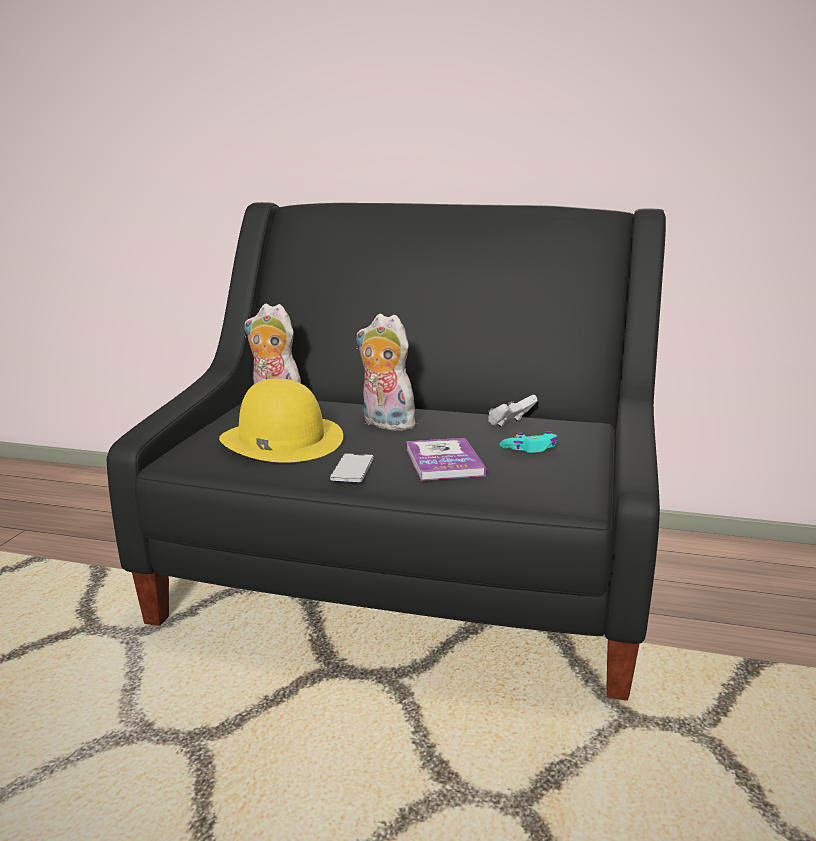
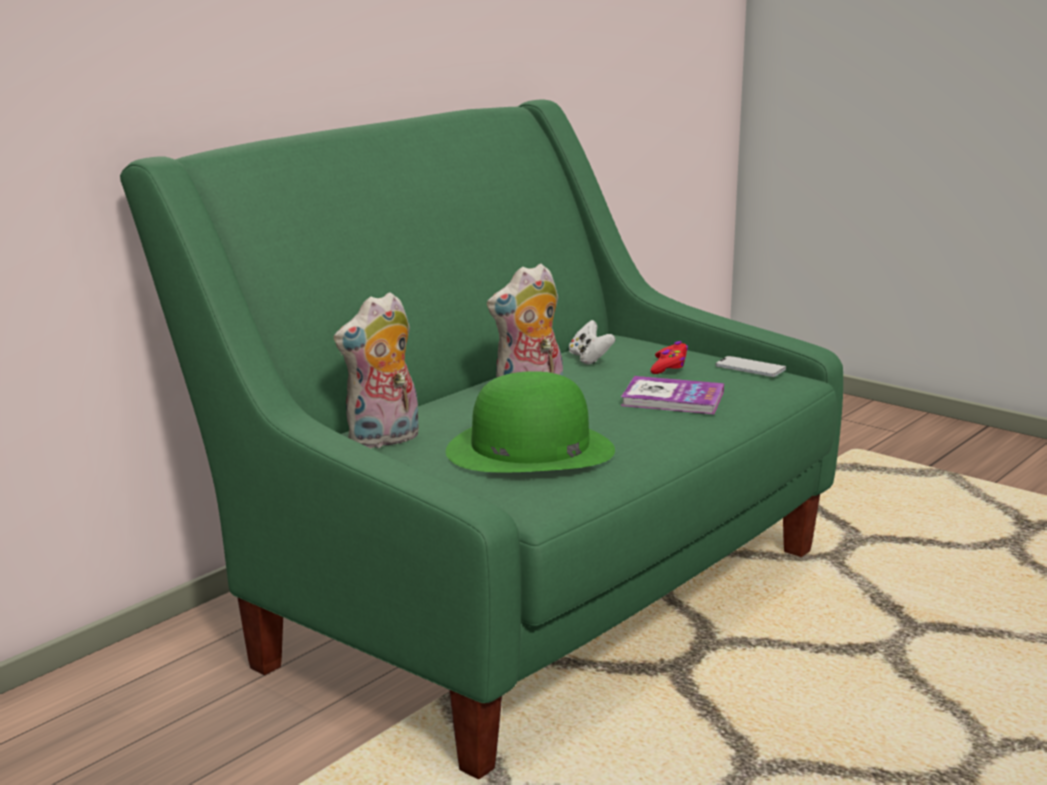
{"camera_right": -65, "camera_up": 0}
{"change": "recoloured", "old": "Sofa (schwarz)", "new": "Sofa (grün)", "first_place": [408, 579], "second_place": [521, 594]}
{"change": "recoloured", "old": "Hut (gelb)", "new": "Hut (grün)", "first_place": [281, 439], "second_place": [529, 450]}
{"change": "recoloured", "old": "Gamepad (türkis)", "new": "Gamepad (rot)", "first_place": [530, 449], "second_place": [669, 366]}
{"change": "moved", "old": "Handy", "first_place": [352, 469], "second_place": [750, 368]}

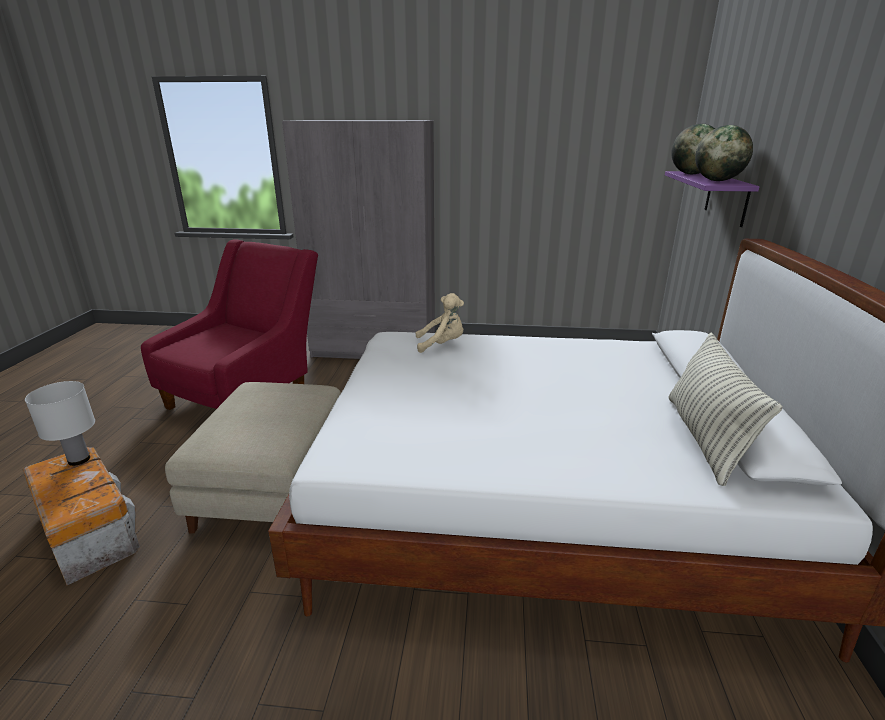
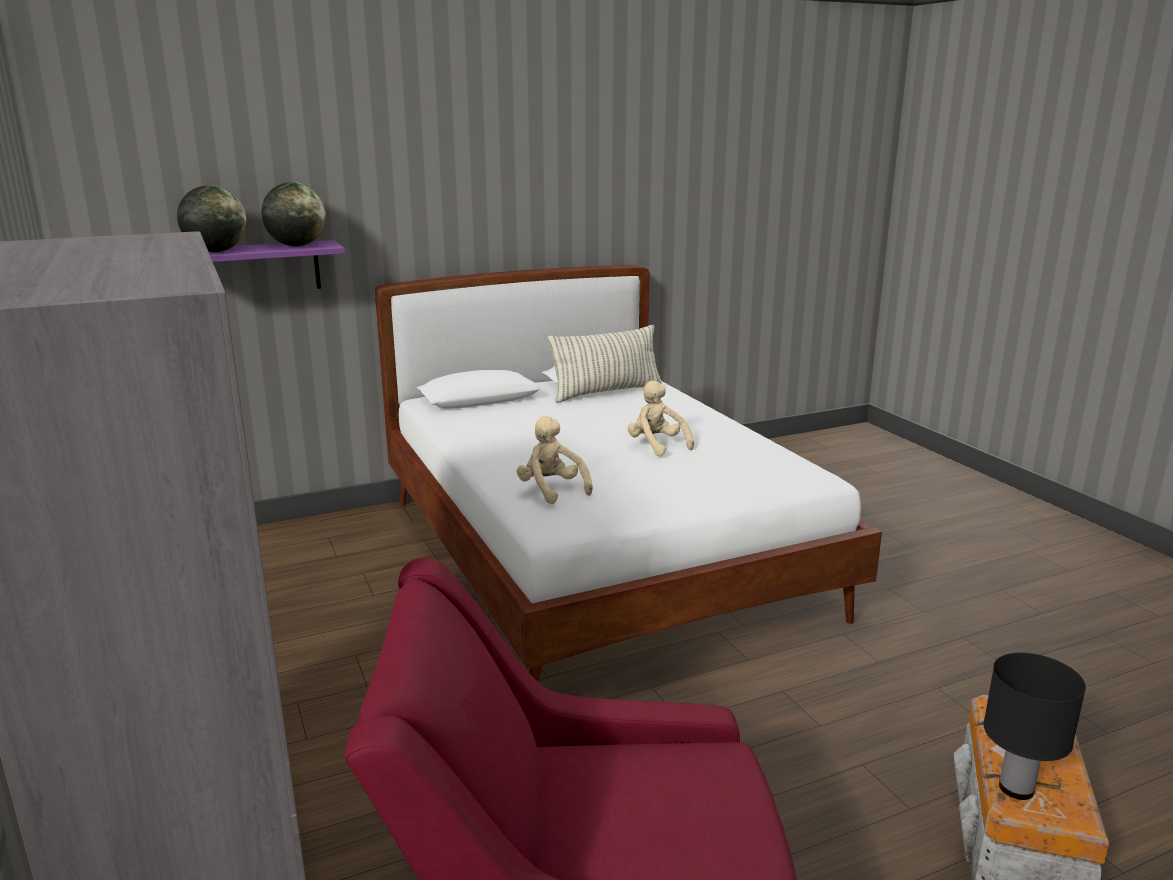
{"camera_right": -120, "camera_up": -5}
{"change": "recoloured", "old": "Tischlampe (weiß)", "new": "Tischlampe (schwarz)", "first_place": [79, 459], "second_place": [1016, 789]}
{"change": "removed", "old": "Polsterhocker (beige)", "first_place": [274, 489]}
{"change": "added", "new": "Plüschtier (beige)", "second_place": [657, 446]}

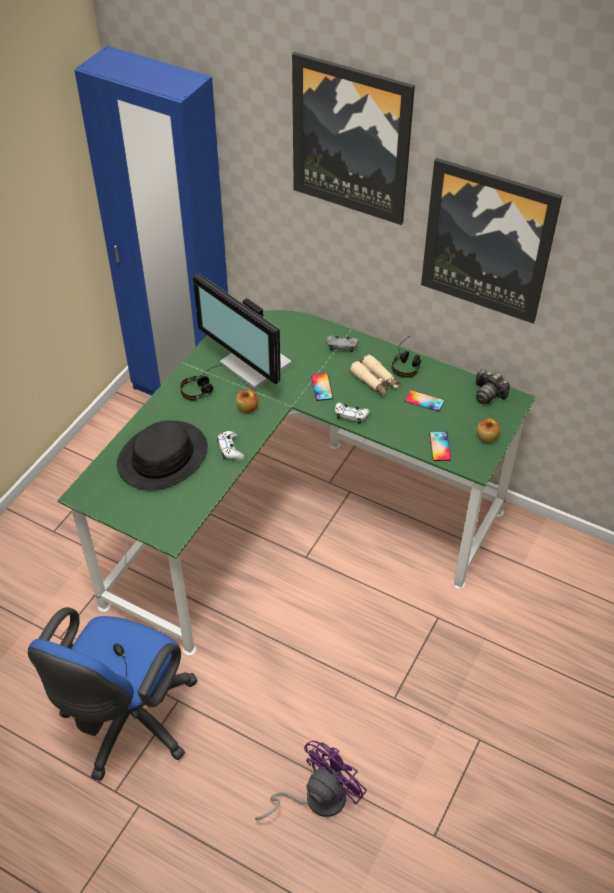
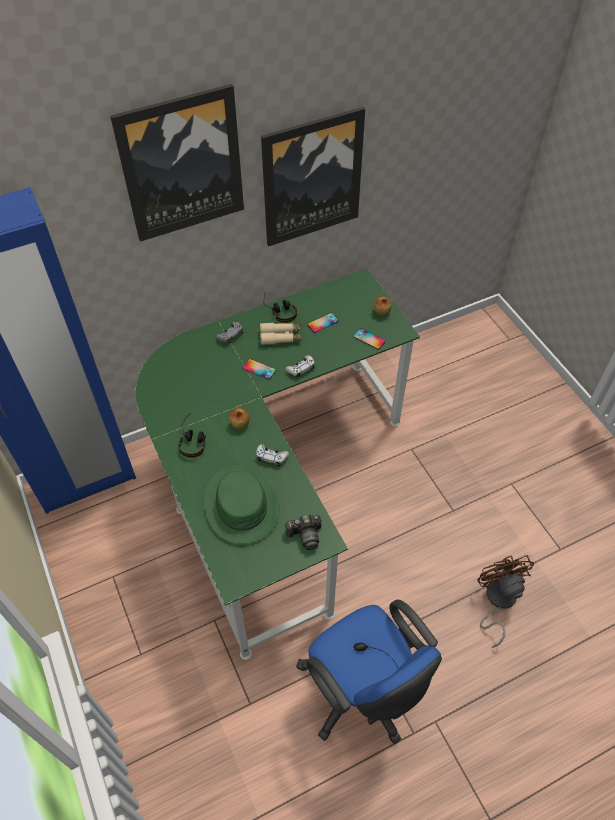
{"camera_right": -55, "camera_up": 5}
{"change": "removed", "old": "Monitor", "first_place": [254, 365]}
{"change": "moved", "old": "Kamera", "first_place": [488, 394], "second_place": [305, 535]}
{"change": "recoloured", "old": "Hut (schwarz)", "new": "Hut (grün)", "first_place": [163, 457], "second_place": [242, 504]}
{"change": "recoloured", "old": "Ventilator (lila)", "new": "Ventilator (braun)", "first_place": [316, 798], "second_place": [497, 601]}

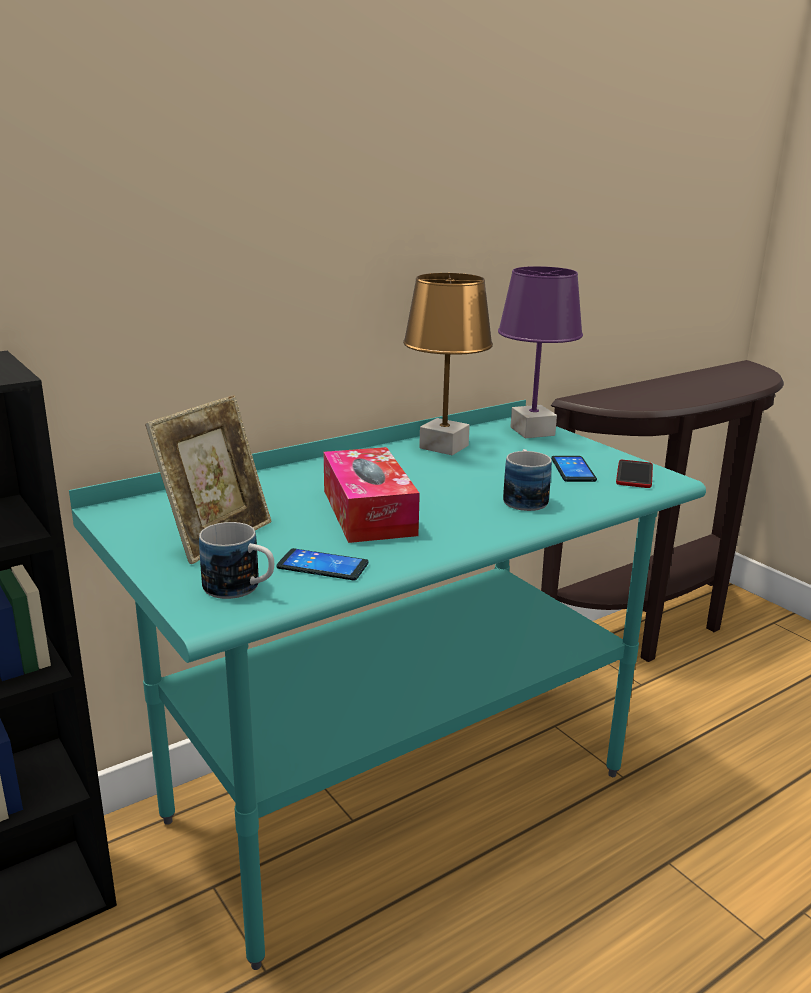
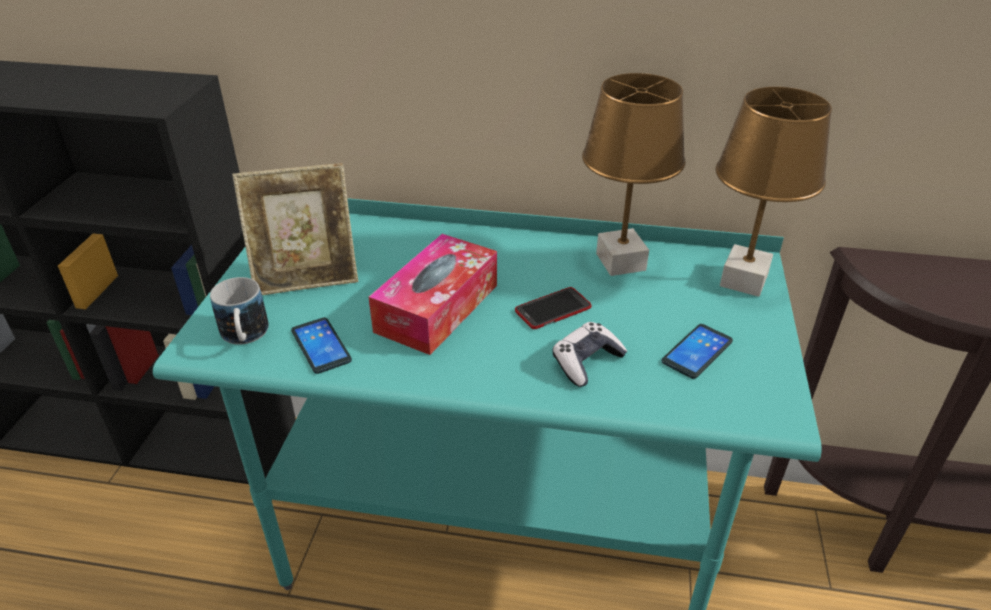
{"camera_right": 45, "camera_up": 15}
{"change": "recoloured", "old": "Tischlampe (lila)", "new": "Tischlampe (braun)", "first_place": [533, 431], "second_place": [744, 281]}
{"change": "replaced", "old": "Henkelbecher", "new": "Gamepad", "first_place": [524, 498], "second_place": [586, 362]}
{"change": "moved", "old": "Handy", "first_place": [634, 475], "second_place": [553, 309]}

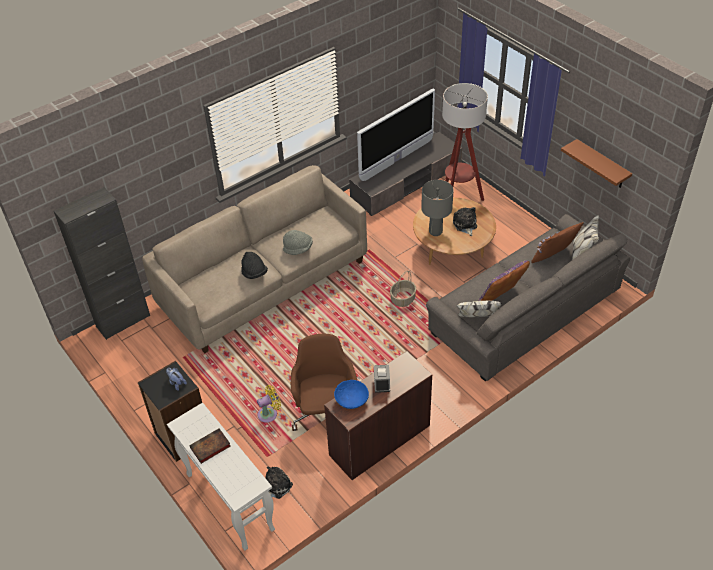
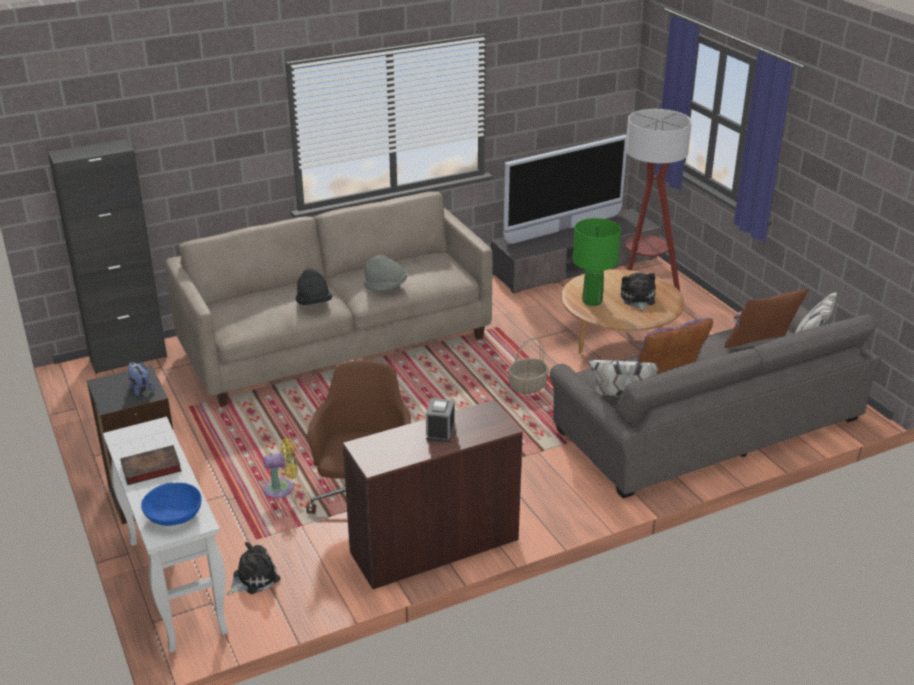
{"camera_right": 10, "camera_up": -15}
{"change": "removed", "old": "Wandregal (braun)", "first_place": [602, 165]}
{"change": "recoloured", "old": "Tischlampe (grau)", "new": "Tischlampe (grün)", "first_place": [435, 231], "second_place": [592, 301]}
{"change": "moved", "old": "Schüssel (blau)", "first_place": [351, 400], "second_place": [173, 515]}

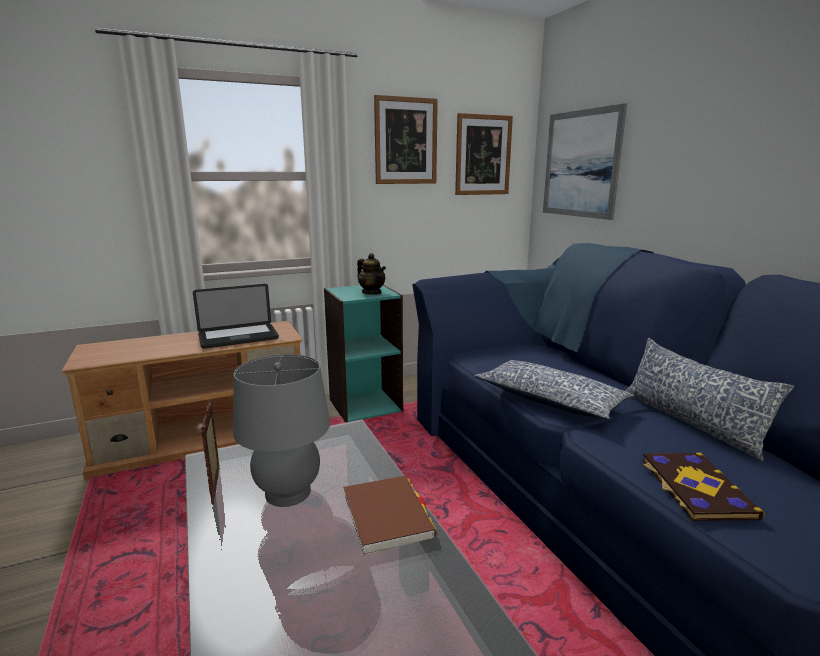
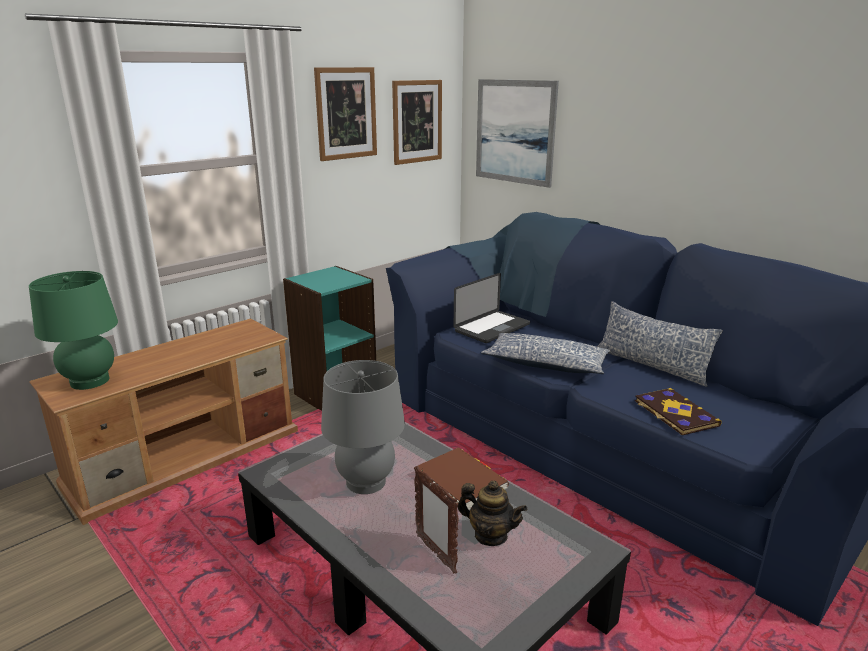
{"camera_right": -20, "camera_up": 5}
{"change": "moved", "old": "Teekanne", "first_place": [372, 293], "second_place": [490, 535]}
{"change": "moved", "old": "Laptop", "first_place": [238, 337], "second_place": [492, 328]}
{"change": "moved", "old": "Bilderrahmen", "first_place": [216, 486], "second_place": [435, 553]}
{"change": "added", "new": "Tischlampe (grün)", "second_place": [90, 381]}

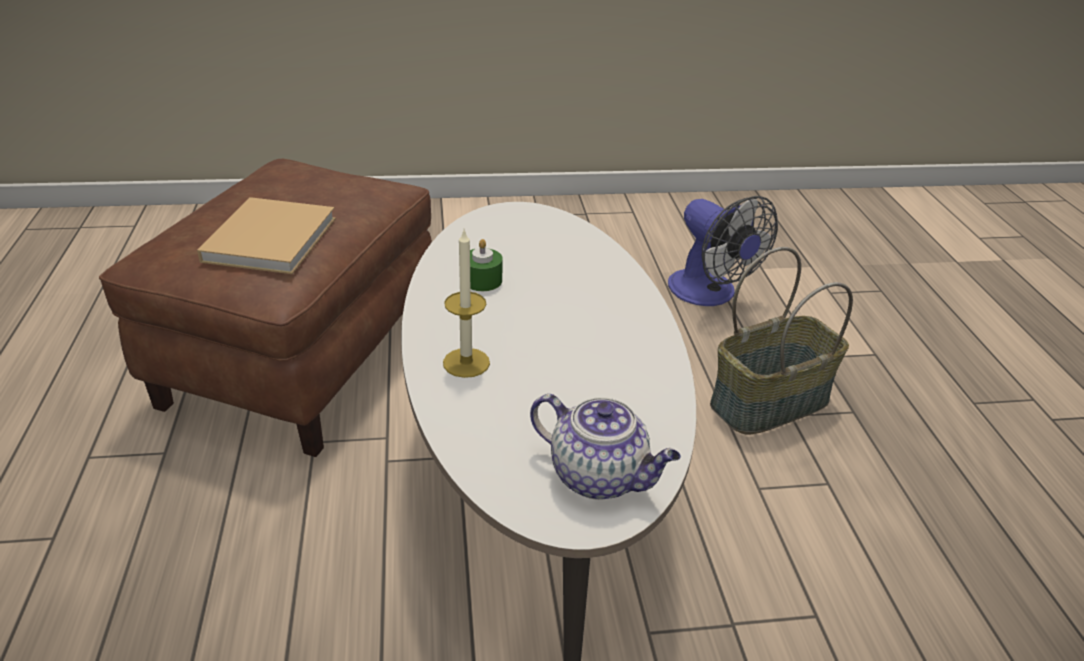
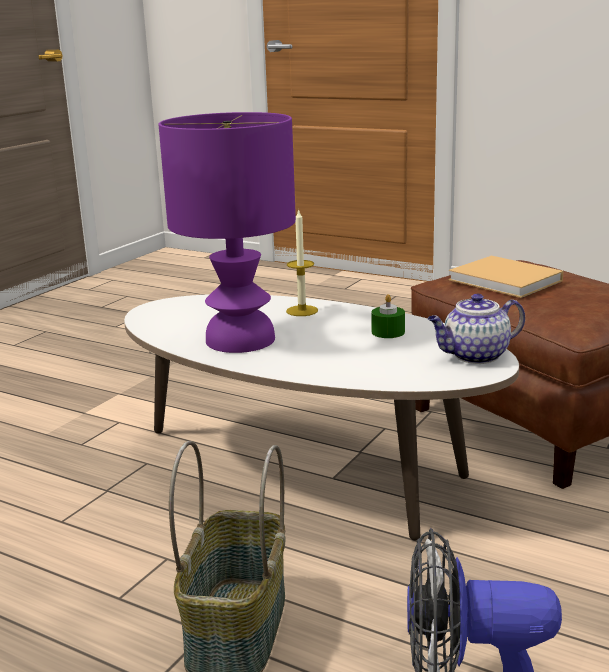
{"camera_right": 130, "camera_up": -15}
{"change": "moved", "old": "Teekanne", "first_place": [600, 476], "second_place": [475, 356]}
{"change": "added", "new": "Tischlampe (lila)", "second_place": [238, 340]}

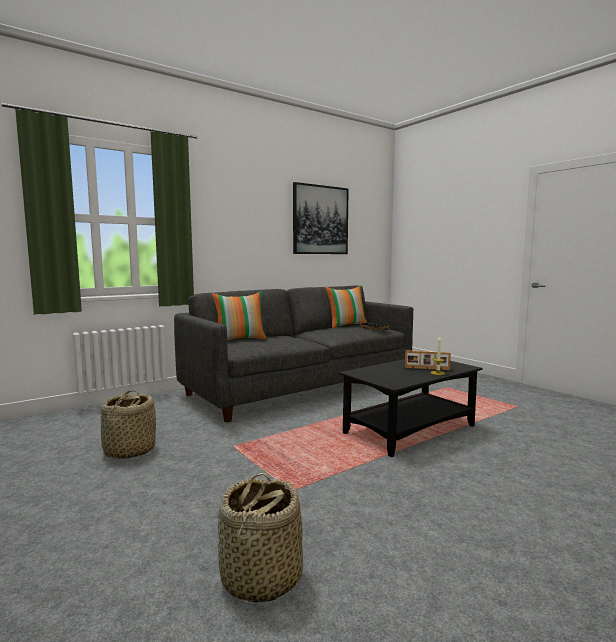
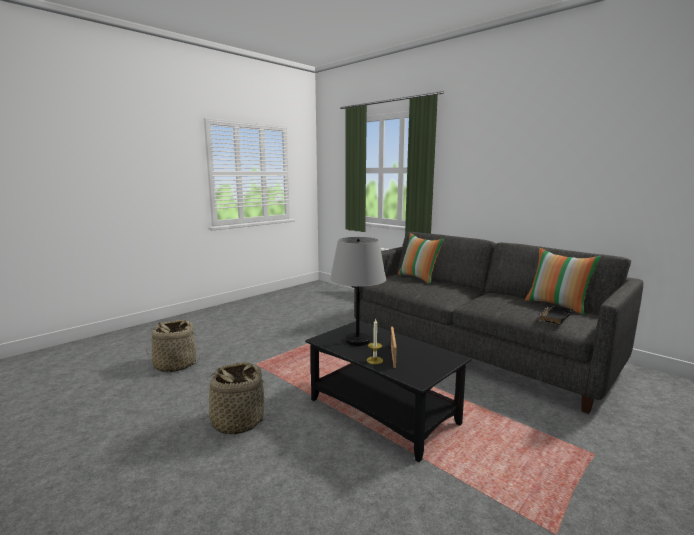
{"camera_right": 80, "camera_up": 5}
{"change": "removed", "old": "Bild", "first_place": [320, 220]}
{"change": "moved", "old": "Korb", "first_place": [129, 451], "second_place": [237, 421]}
{"change": "added", "new": "Tischlampe (grau)", "second_place": [358, 341]}

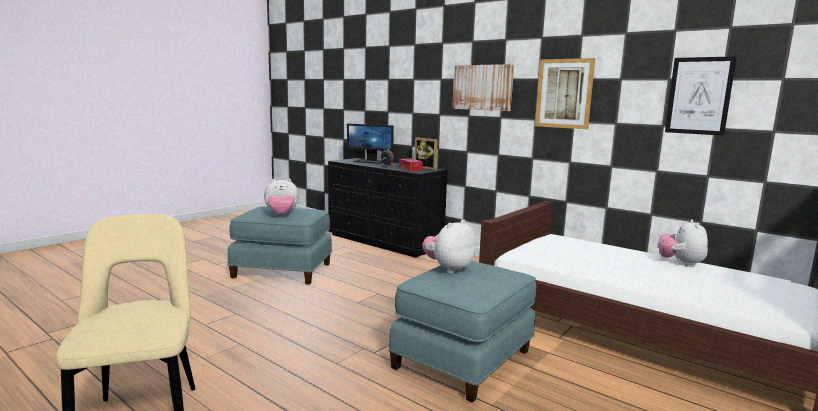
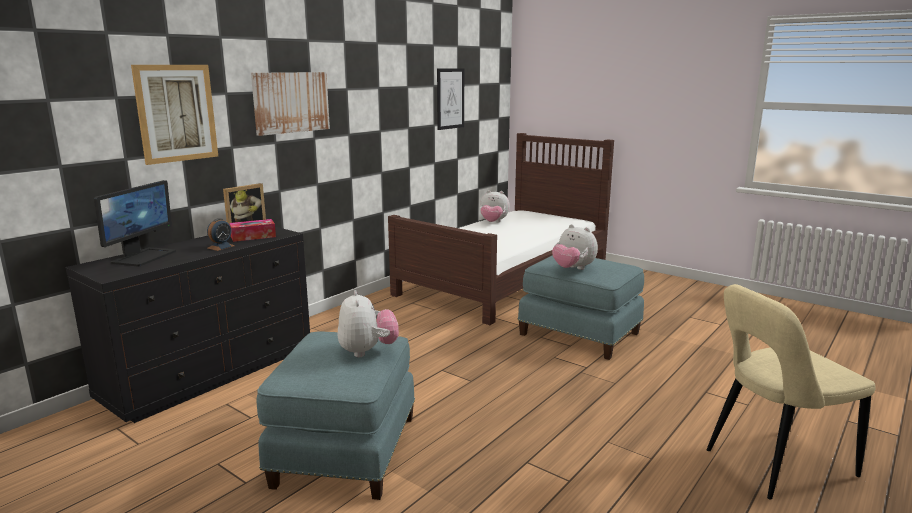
{"camera_right": -90, "camera_up": 5}
{"change": "moved", "old": "Bild", "first_place": [564, 93], "second_place": [176, 113]}

